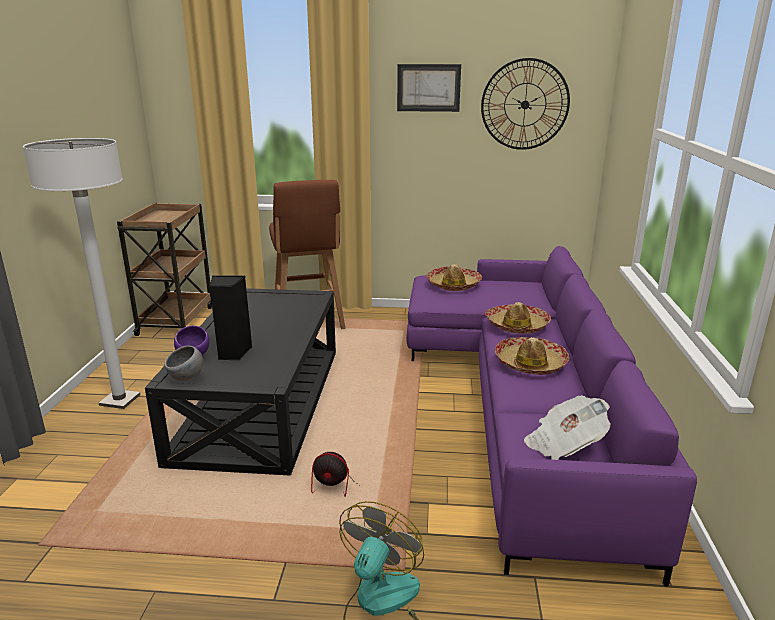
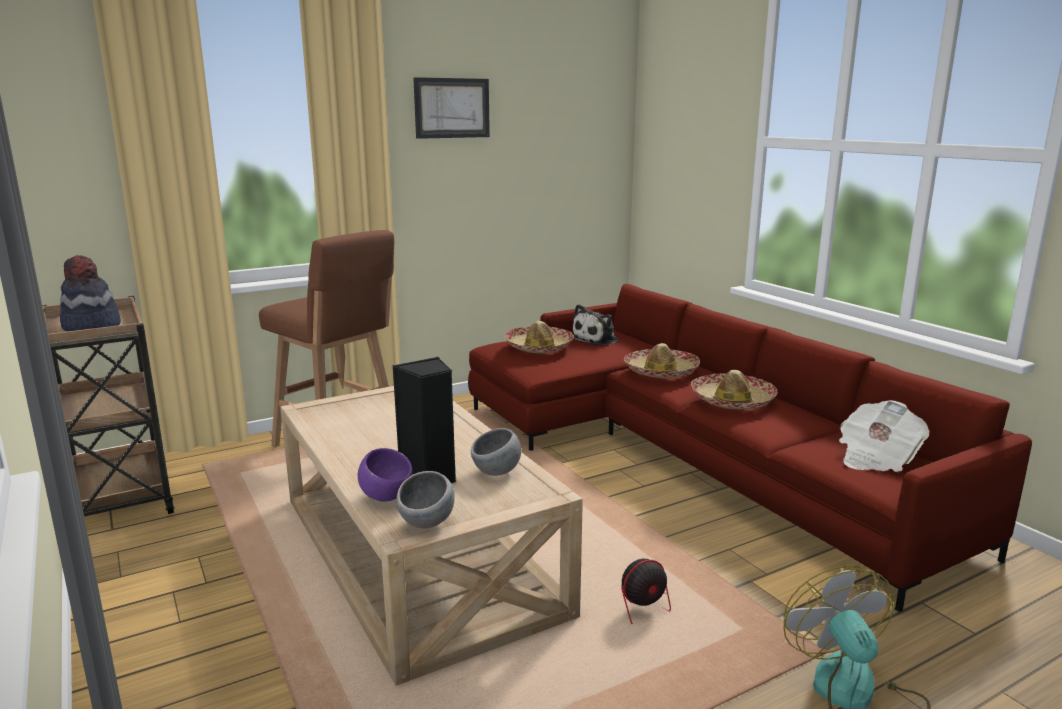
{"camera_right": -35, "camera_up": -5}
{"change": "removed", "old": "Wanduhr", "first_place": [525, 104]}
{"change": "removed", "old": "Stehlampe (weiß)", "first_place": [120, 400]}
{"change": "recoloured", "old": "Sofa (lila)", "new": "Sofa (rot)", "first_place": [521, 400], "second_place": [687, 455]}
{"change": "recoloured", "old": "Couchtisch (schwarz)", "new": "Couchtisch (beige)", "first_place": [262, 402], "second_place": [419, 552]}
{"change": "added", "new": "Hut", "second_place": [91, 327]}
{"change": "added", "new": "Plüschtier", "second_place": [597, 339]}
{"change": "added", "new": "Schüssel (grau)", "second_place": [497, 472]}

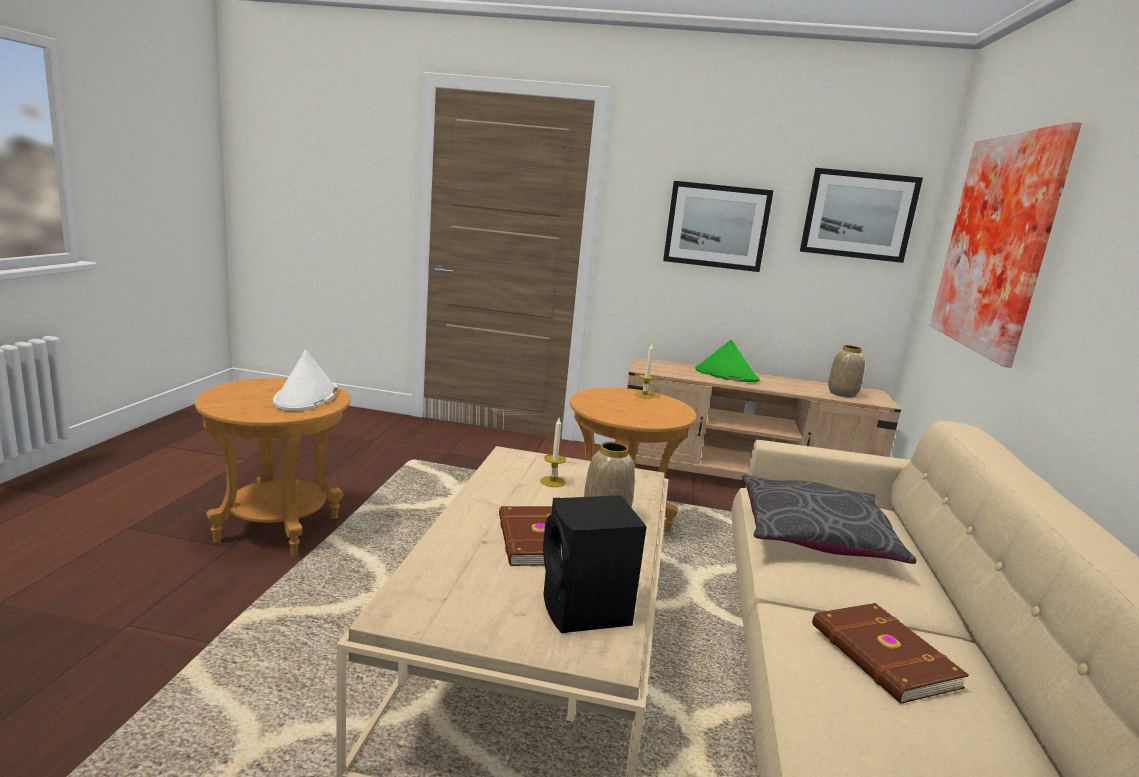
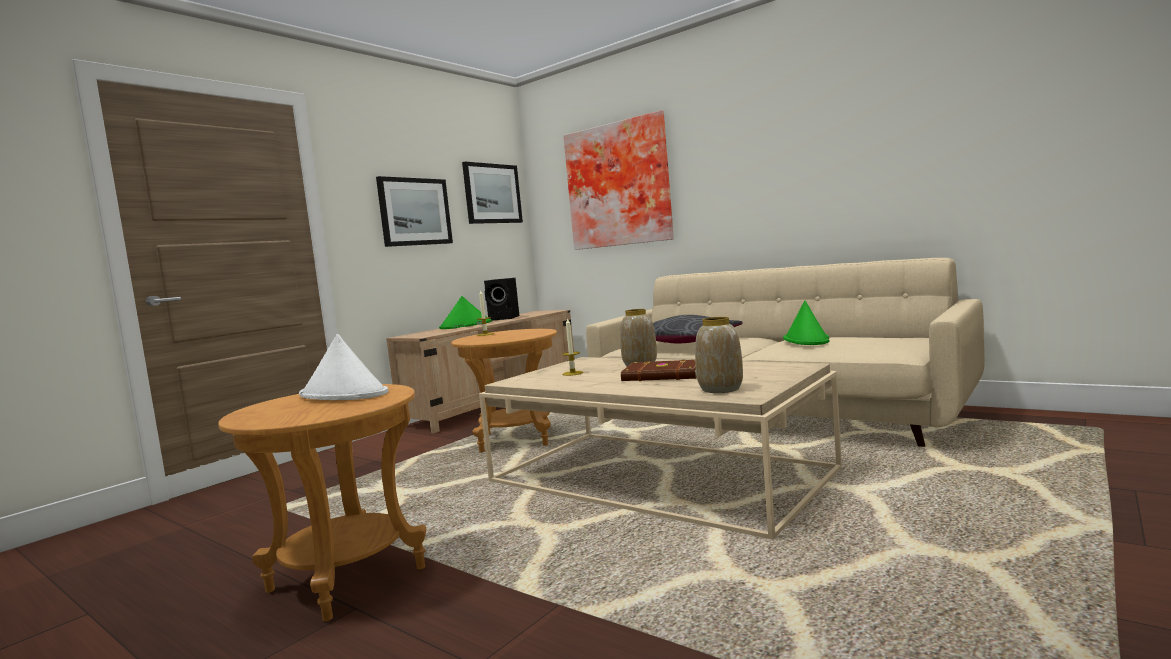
{"camera_right": -60, "camera_up": -10}
{"change": "moved", "old": "Vase", "first_place": [842, 394], "second_place": [720, 389]}
{"change": "moved", "old": "Lautsprecher (schwarz)", "first_place": [586, 612], "second_place": [505, 318]}
{"change": "replaced", "old": "Buch (braun)", "new": "Hut (grün)", "first_place": [882, 656], "second_place": [806, 340]}

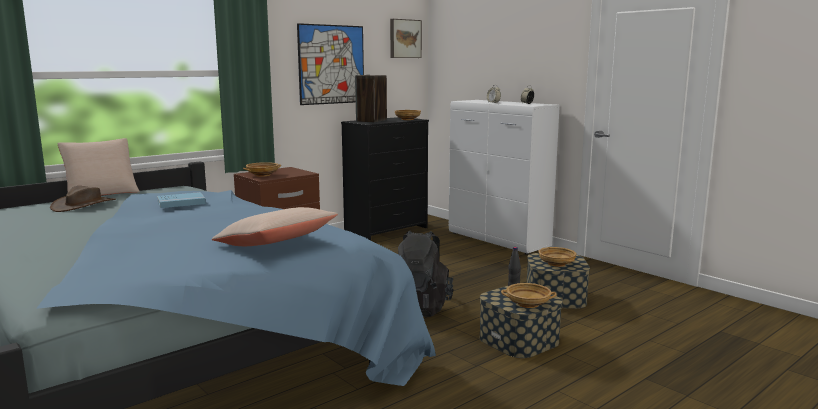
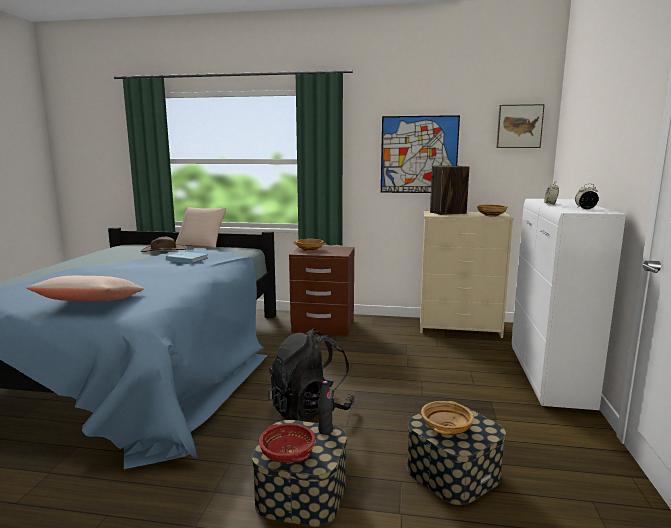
{"camera_right": 50, "camera_up": 0}
{"change": "recoloured", "old": "Kommode (schwarz)", "new": "Kommode (beige)", "first_place": [386, 230], "second_place": [460, 327]}
{"change": "recoloured", "old": "Schüssel (beige)", "new": "Schüssel (rot)", "first_place": [527, 304], "second_place": [287, 454]}

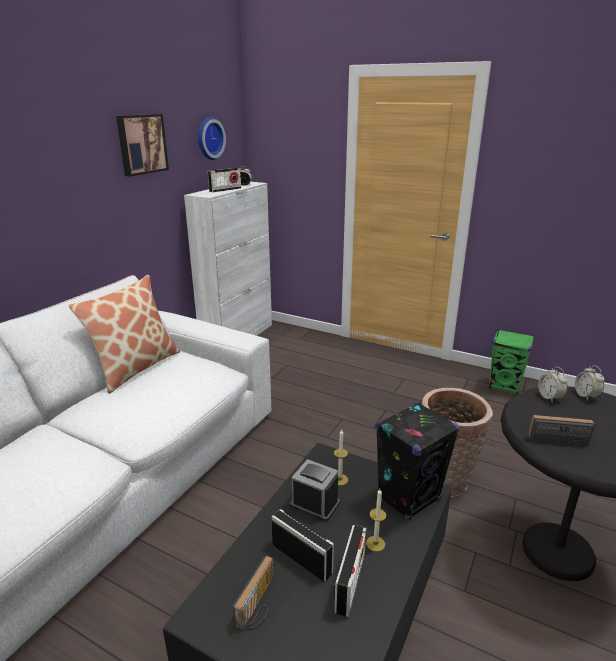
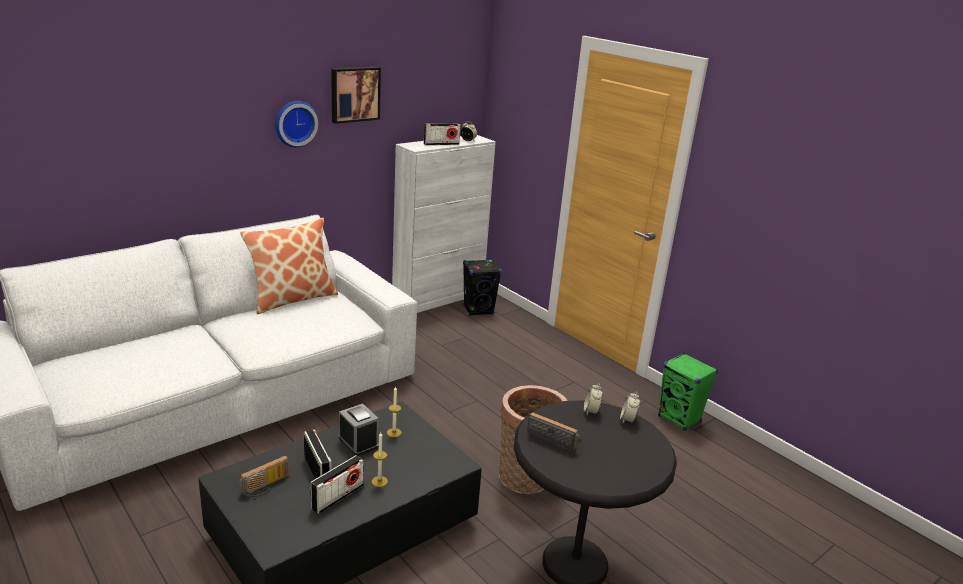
{"camera_right": 20, "camera_up": 0}
{"change": "moved", "old": "Wanduhr", "first_place": [208, 138], "second_place": [294, 123]}
{"change": "moved", "old": "Lautsprecher (schwarz)", "first_place": [408, 498], "second_place": [478, 310]}

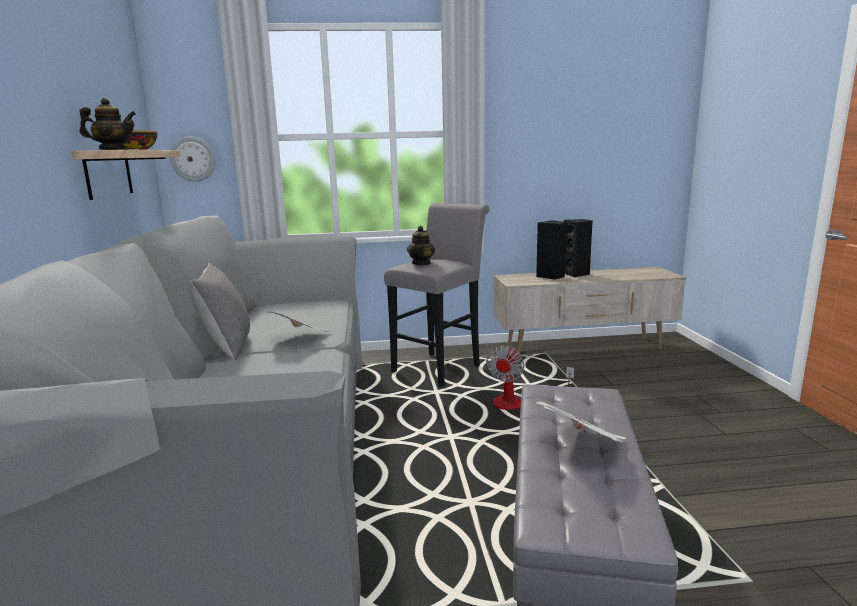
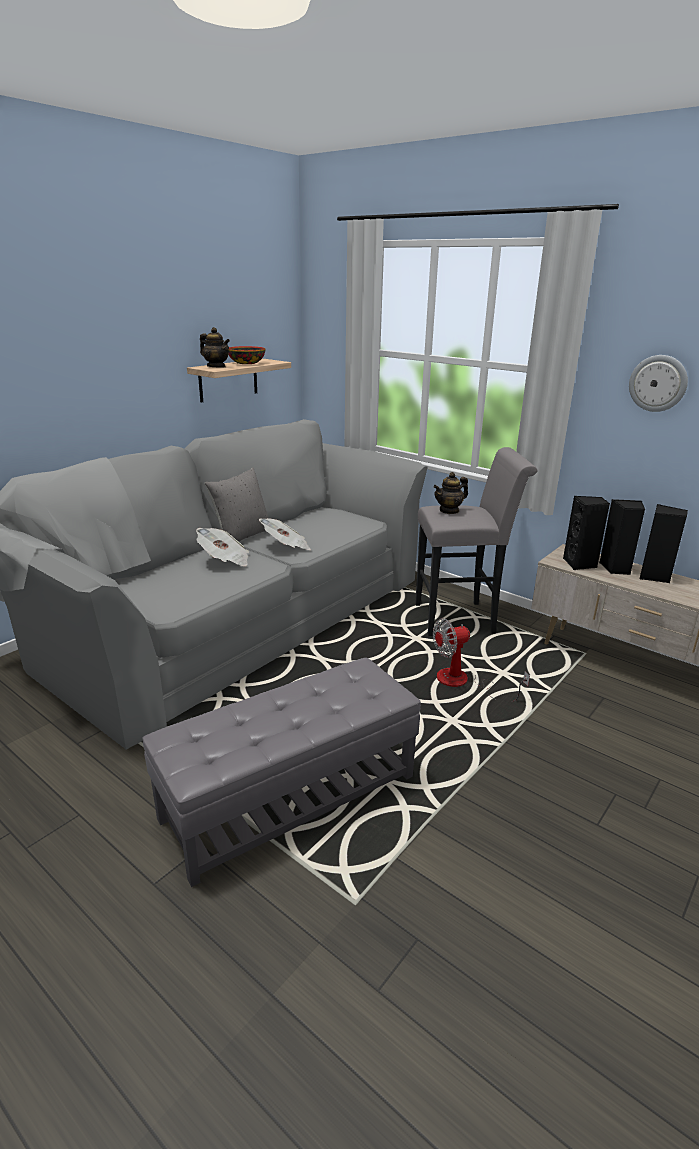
{"camera_right": 45, "camera_up": 10}
{"change": "moved", "old": "Wanduhr", "first_place": [193, 159], "second_place": [658, 383]}
{"change": "moved", "old": "Zeitung", "first_place": [582, 444], "second_place": [225, 560]}
{"change": "added", "new": "Lautsprecher (schwarz)", "second_place": [580, 564]}

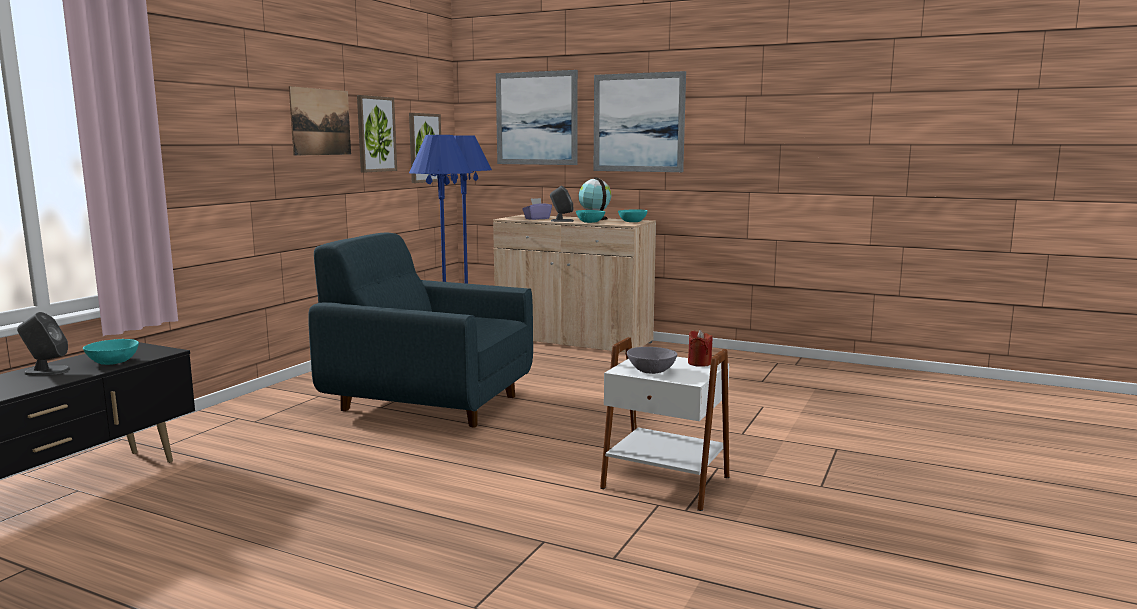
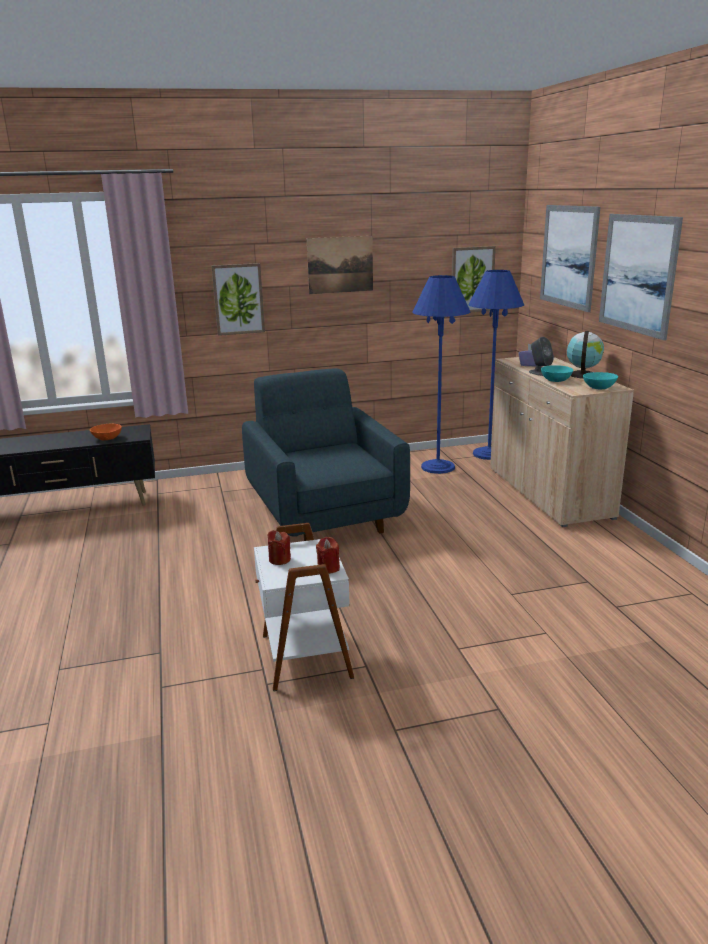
{"camera_right": 50, "camera_up": 10}
{"change": "moved", "old": "Bild", "first_place": [376, 134], "second_place": [238, 299]}
{"change": "removed", "old": "Lautsprecher (grau)", "first_place": [46, 371]}
{"change": "recoloured", "old": "Schüssel (türkis)", "new": "Schüssel (orange)", "first_place": [112, 362], "second_place": [107, 438]}
{"change": "replaced", "old": "Schüssel (grau)", "new": "Kerze (rot)", "first_place": [651, 371], "second_place": [279, 559]}

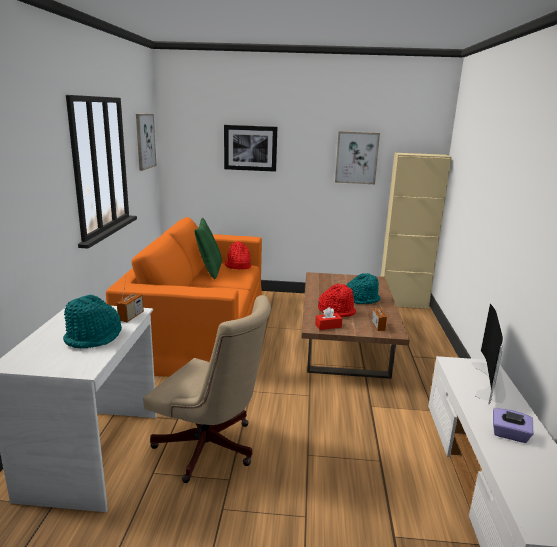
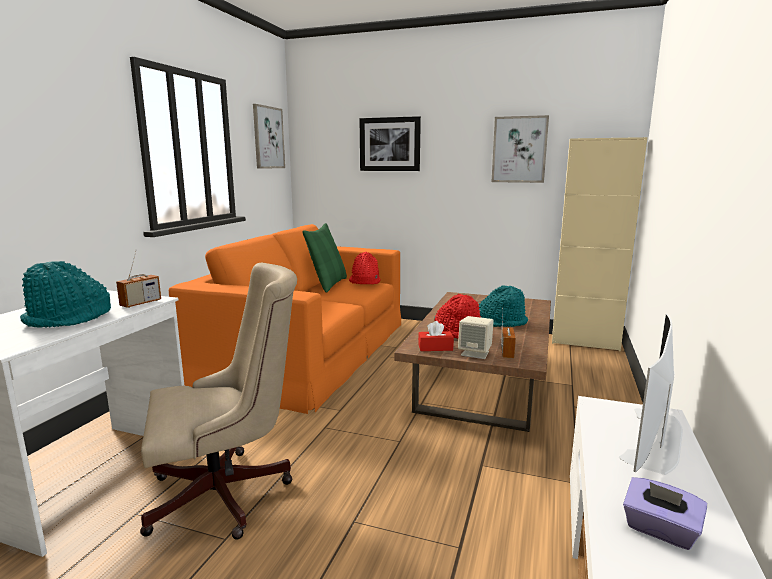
{"camera_right": 15, "camera_up": -5}
{"change": "turned", "old": "Bürostuhl (beige)", "first_place": [211, 449], "second_place": [228, 494], "degrees": -60}
{"change": "added", "new": "Lautsprecher (beige)", "second_place": [475, 353]}

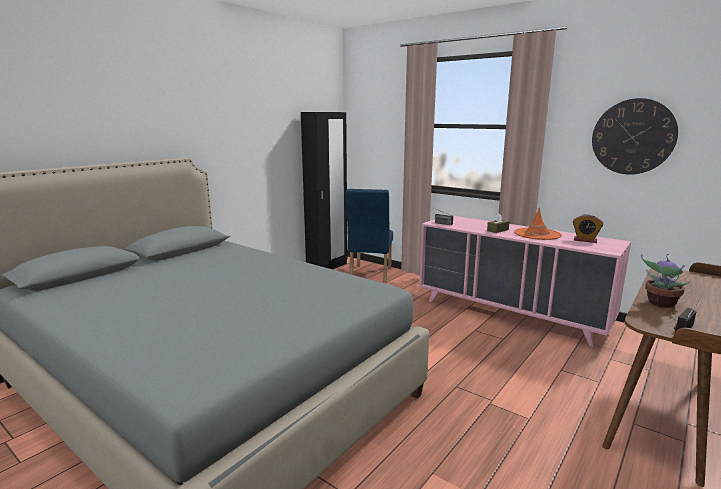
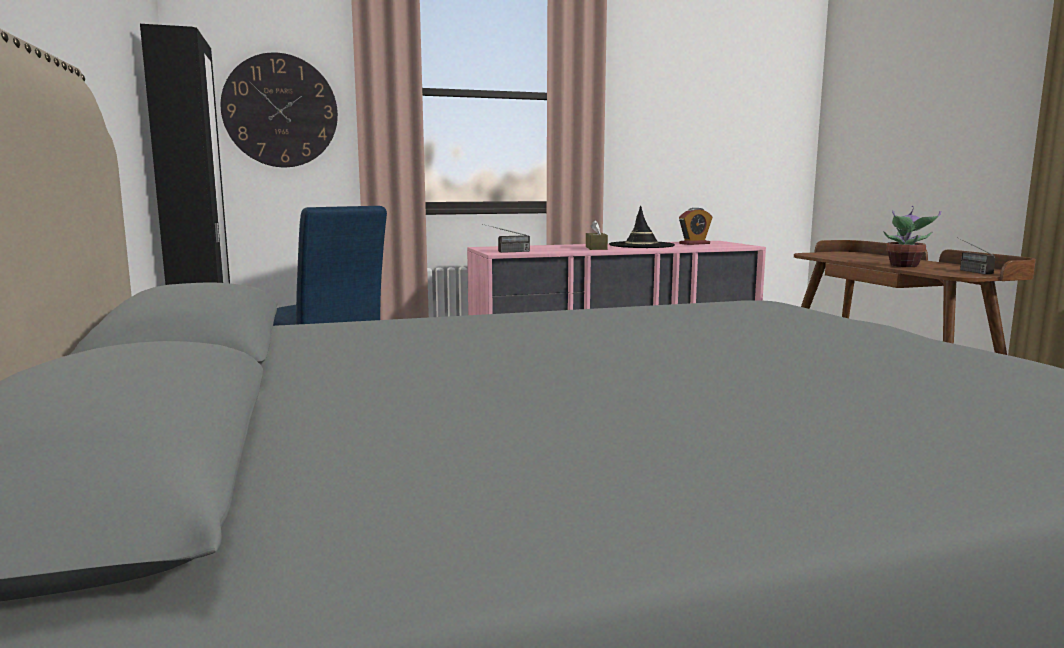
{"camera_right": -55, "camera_up": -5}
{"change": "moved", "old": "Wanduhr", "first_place": [633, 137], "second_place": [280, 111]}
{"change": "recoloured", "old": "Hut (orange)", "new": "Hut (schwarz)", "first_place": [537, 234], "second_place": [641, 245]}

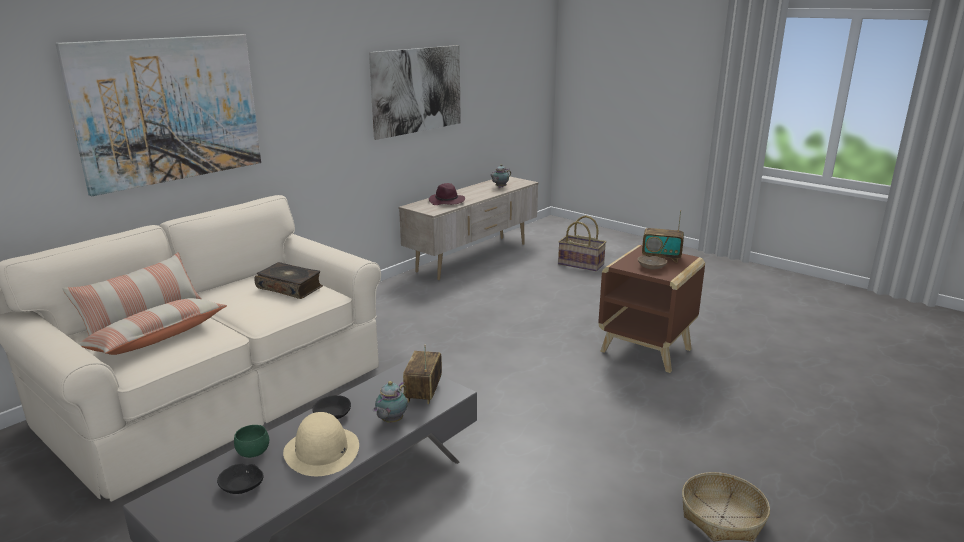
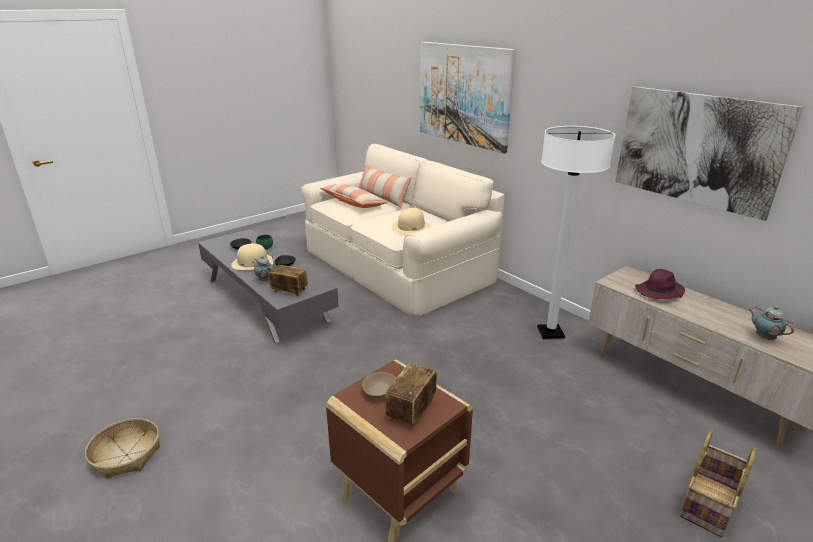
{"camera_right": 100, "camera_up": 5}
{"change": "replaced", "old": "Buch", "new": "Hut (beige)", "first_place": [290, 287], "second_place": [411, 227]}
{"change": "added", "new": "Stehlampe (weiß)", "second_place": [550, 332]}

